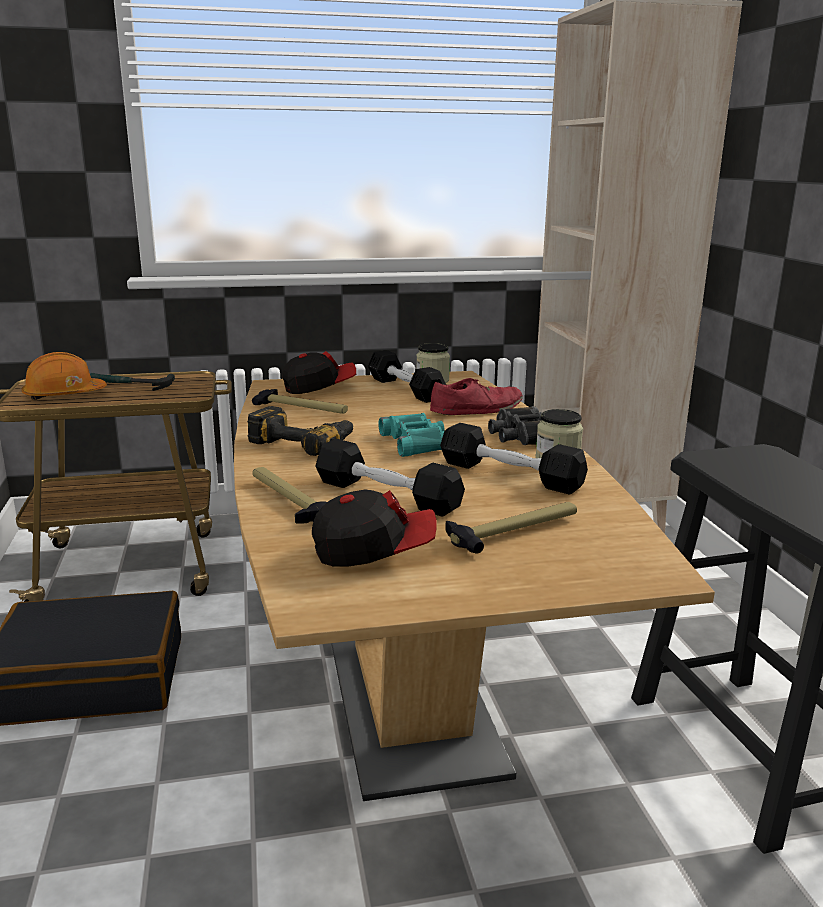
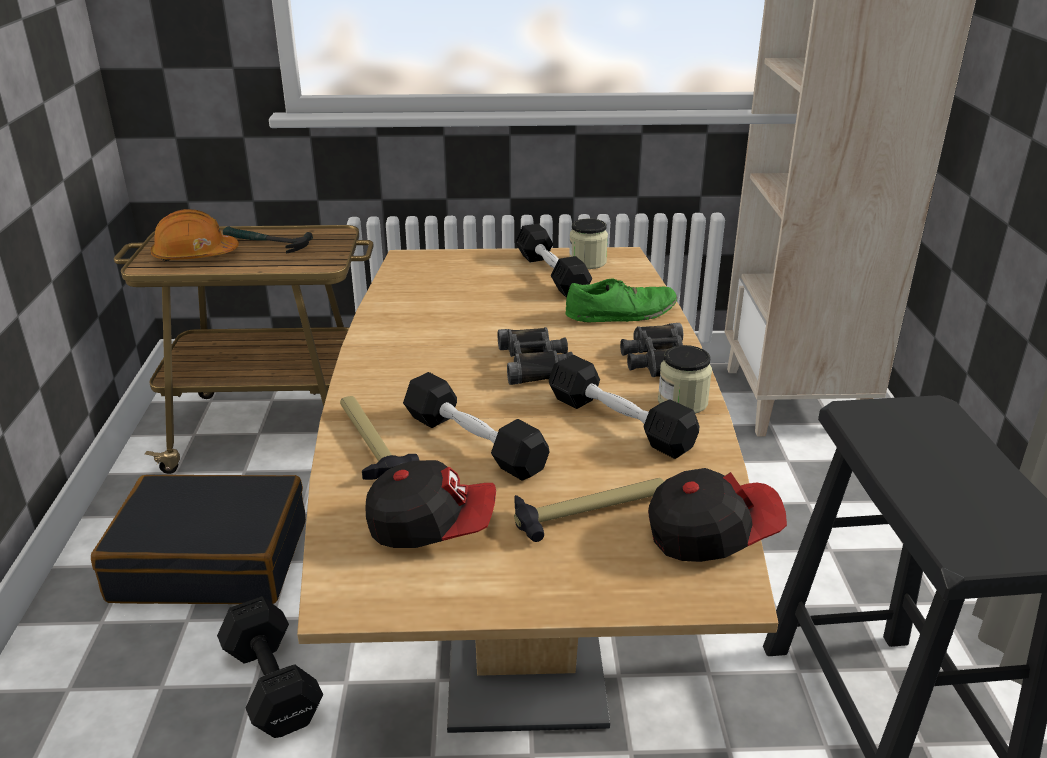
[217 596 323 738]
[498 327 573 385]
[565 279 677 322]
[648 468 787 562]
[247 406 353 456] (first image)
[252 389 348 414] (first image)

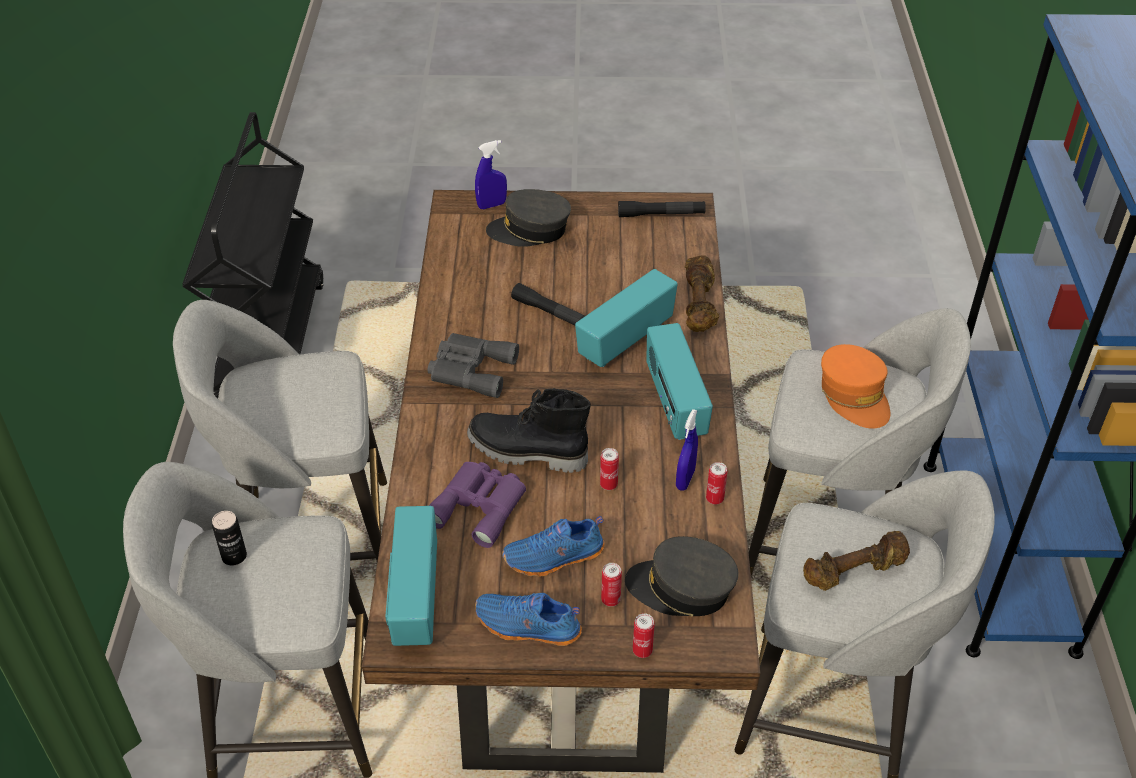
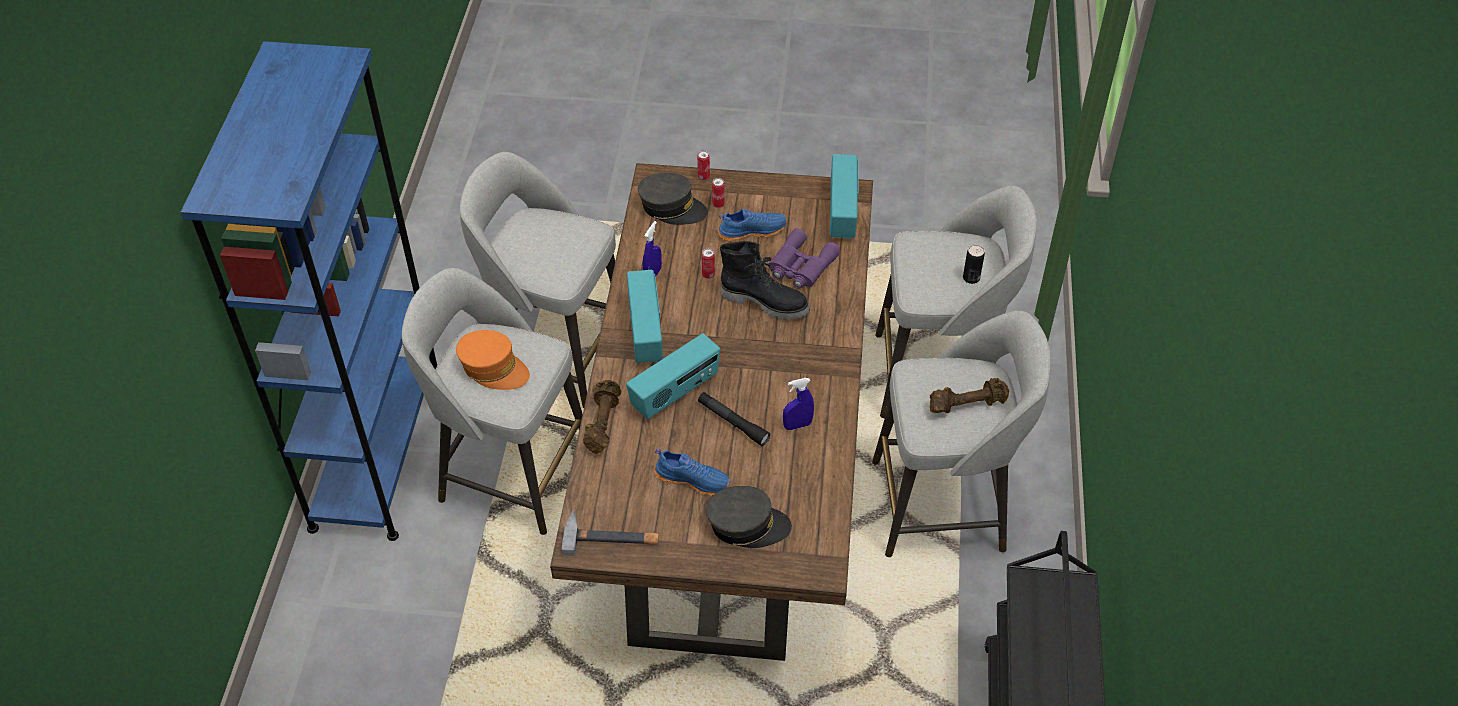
[456 330 530 390]
[561 510 659 556]
[654 449 730 495]
[783 378 814 430]
[930 378 1009 413]
[428 333 519 398] (first image)
[706 462 727 505] (first image)

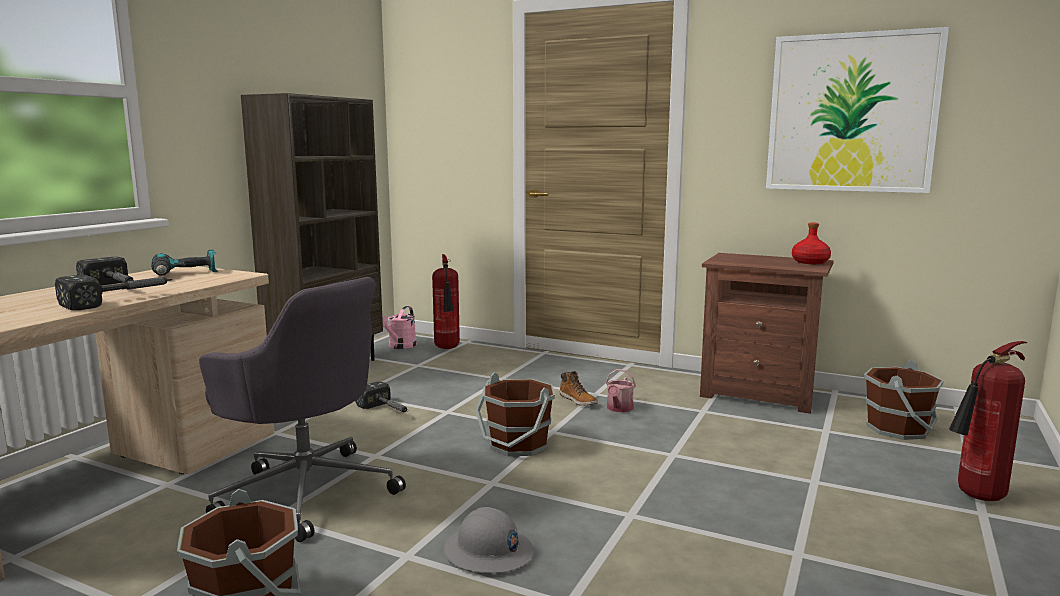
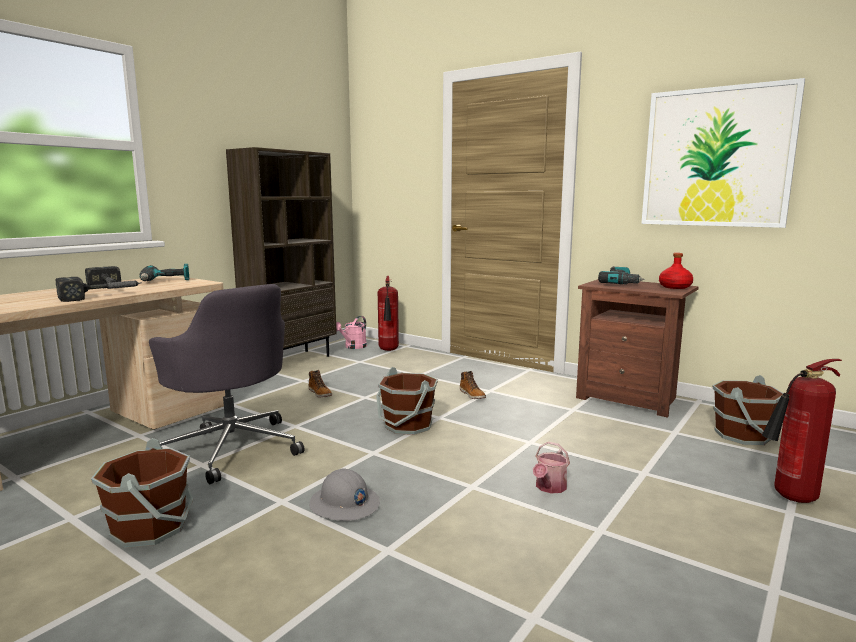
[308 370 332 398]
[533 442 570 493]
[598 266 645 284]

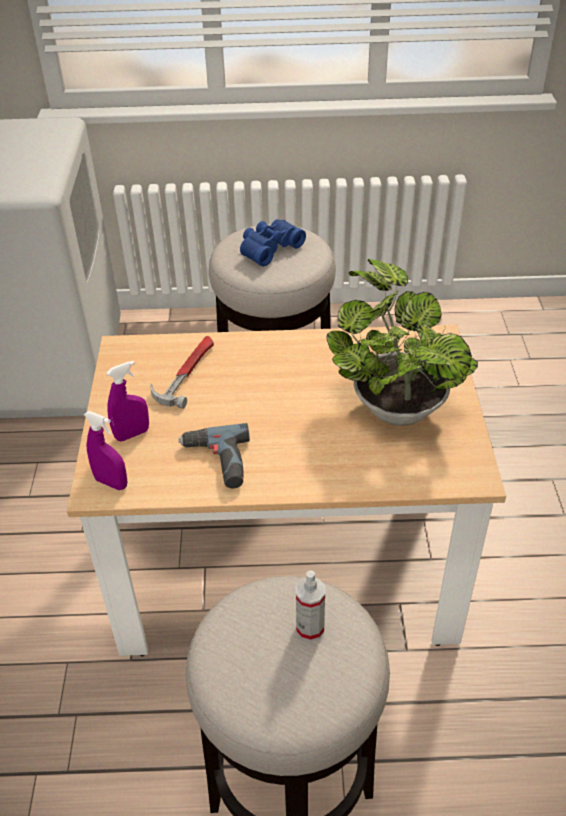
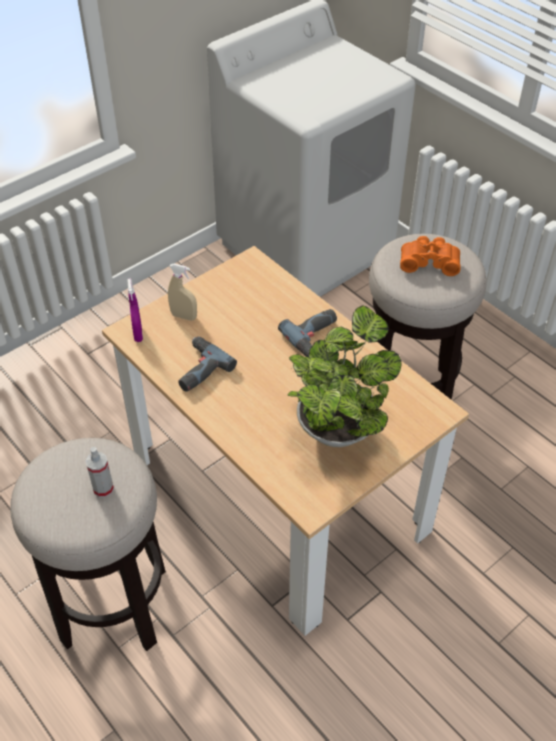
[168 263 197 321]
[278 309 337 357]
[400 236 460 276]
[150 336 214 409] (first image)

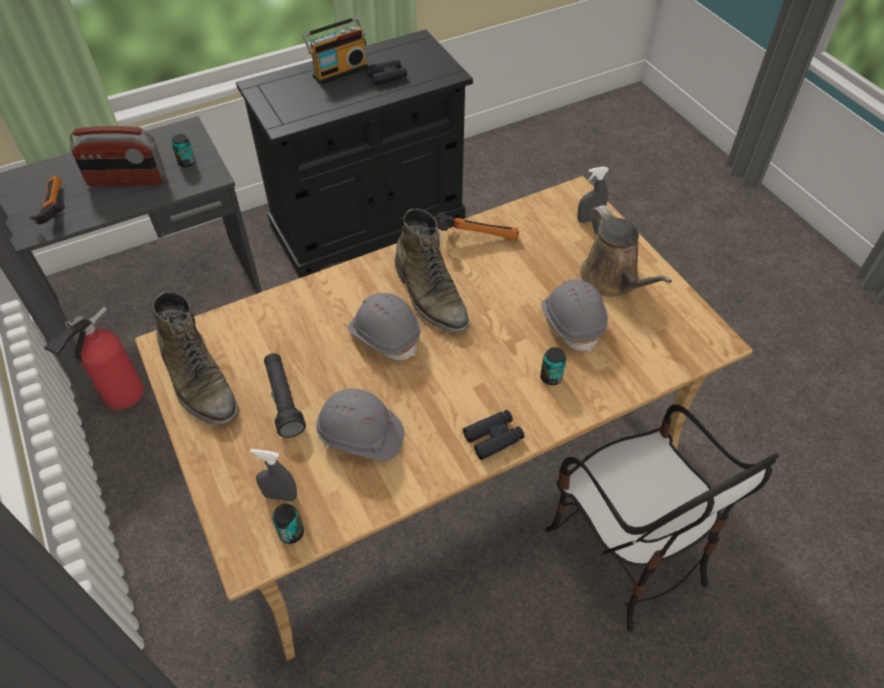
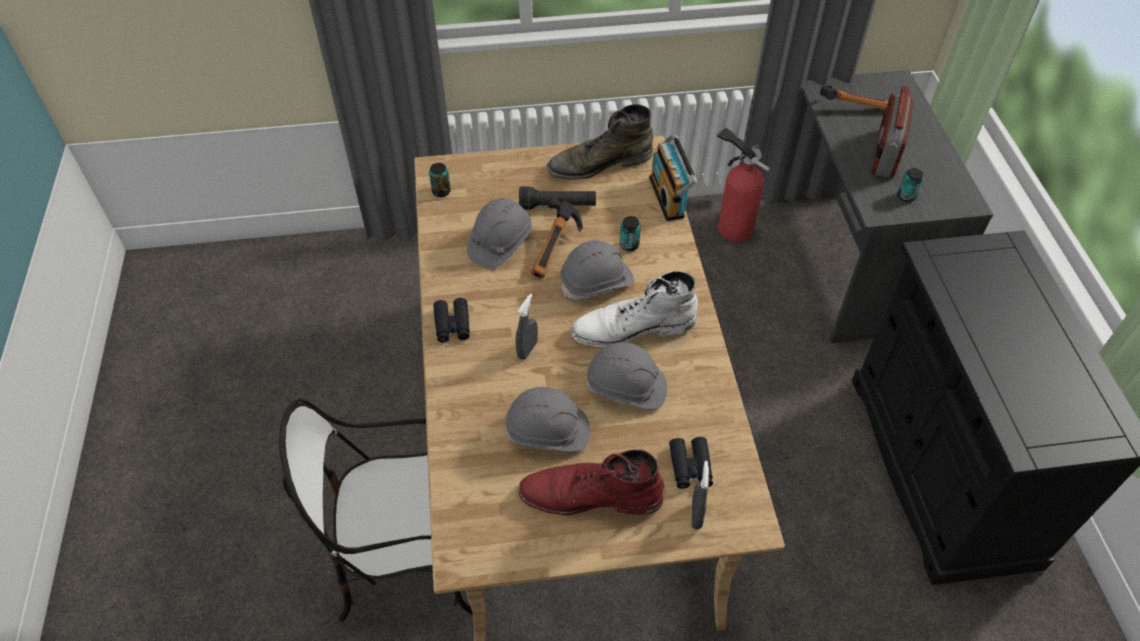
[515 294 538 360]
[518 450 664 515]
[531 197 583 278]
[571 270 698 347]
[586 342 668 410]
[620 216 641 251]
[649 133 697 221]
[669 437 713 489]

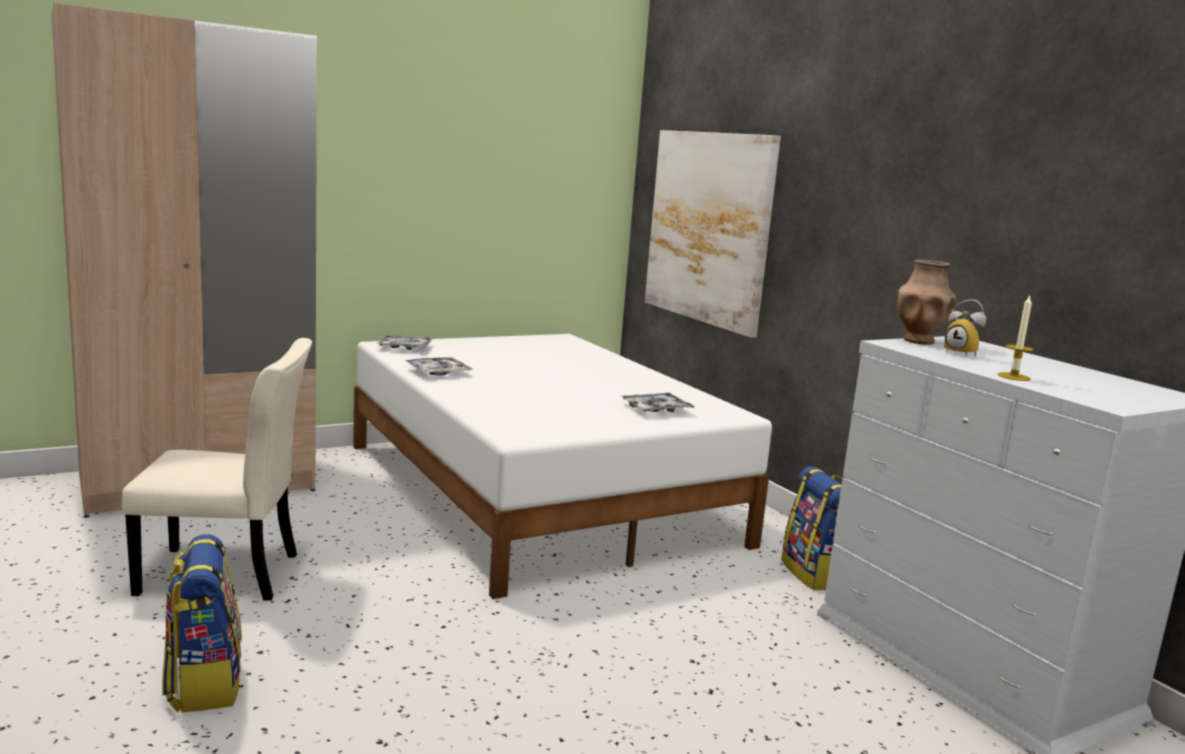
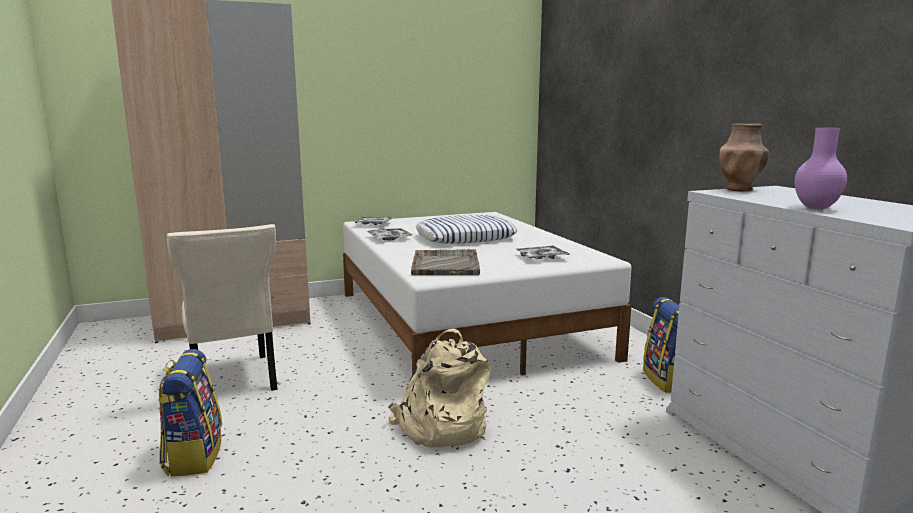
[167 224 278 391]
[388 328 490 448]
[411 249 480 275]
[416 215 517 244]
[795 128 847 210]
[645 130 781 338] (first image)
[944 299 986 356] (first image)

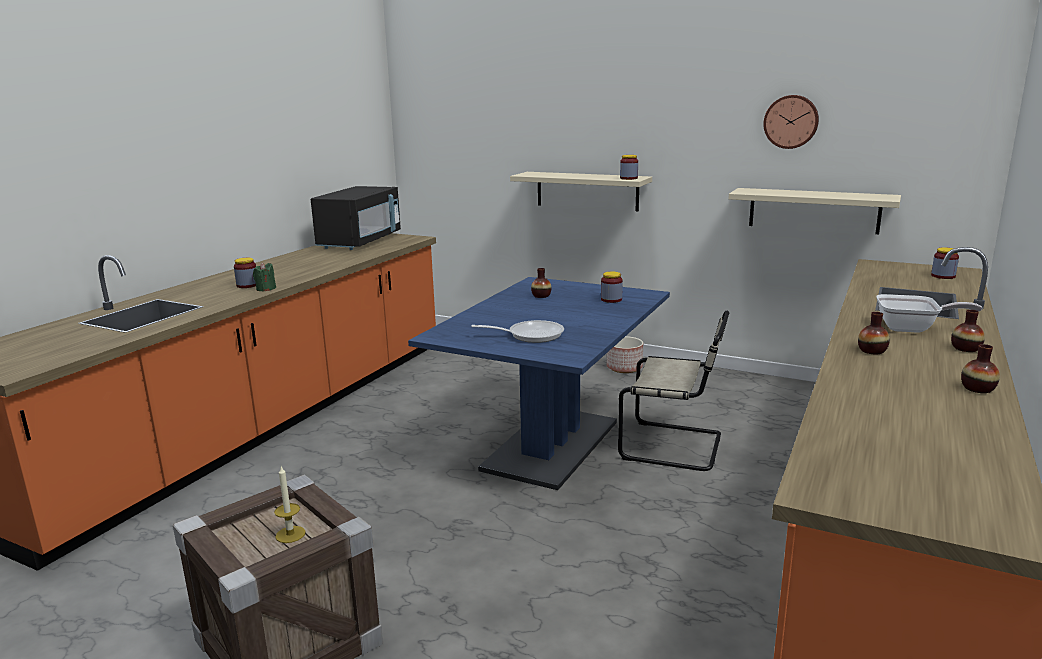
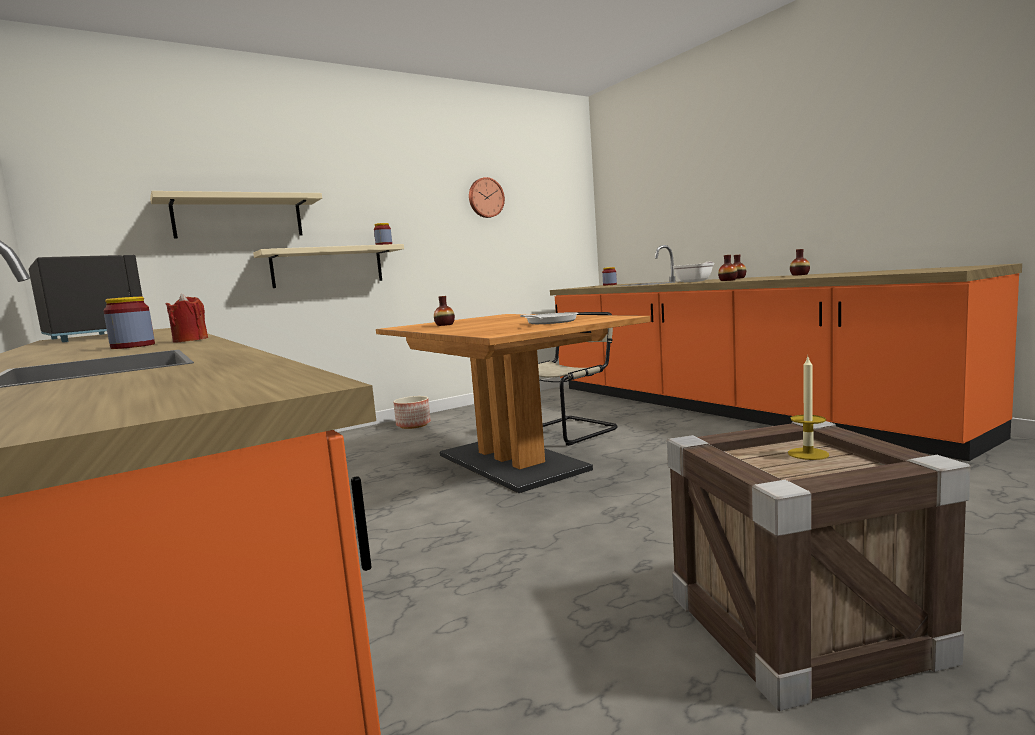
[150 191 322 239]
[166 294 208 343]
[376 314 650 493]
[601 272 623 303] (first image)

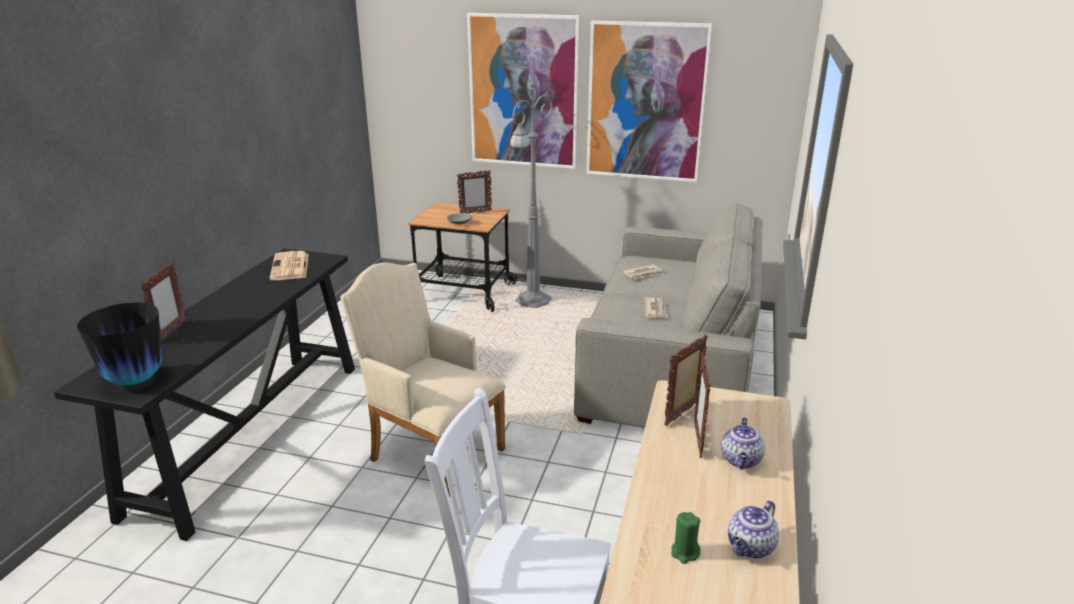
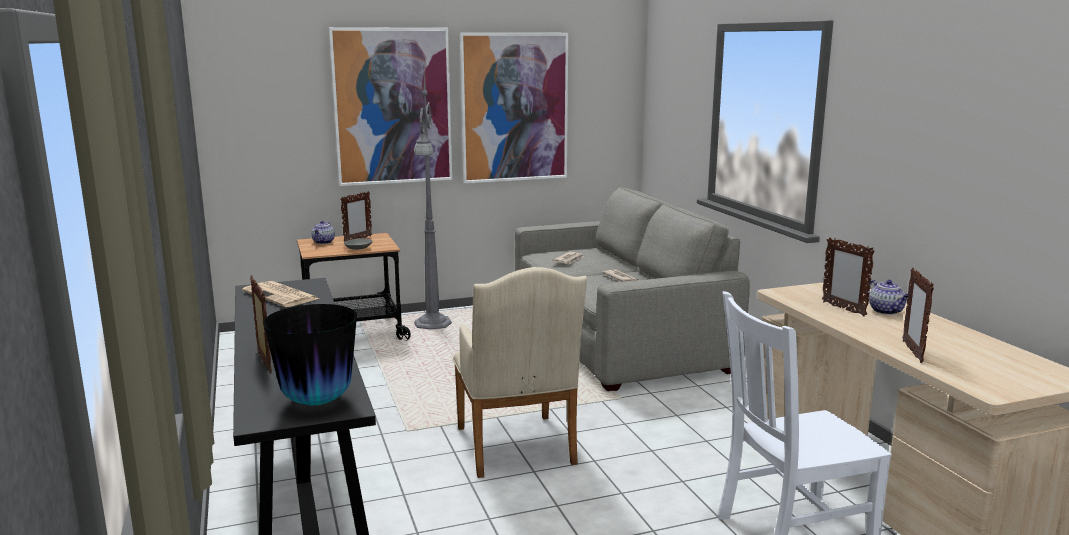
[311 221 335 244]
[453 267 587 478]
[902 268 934 363]
[671 512 700 564] (first image)

